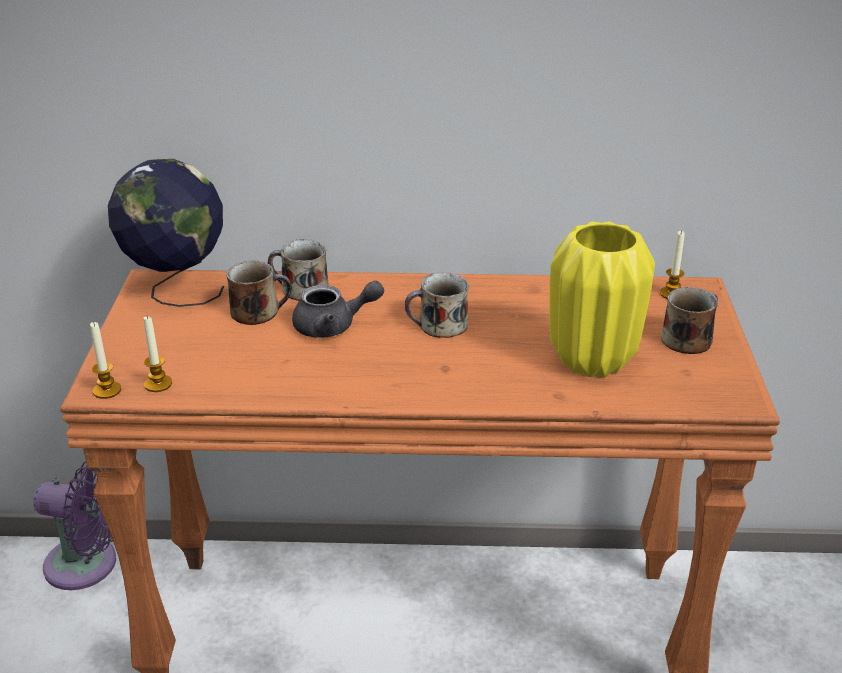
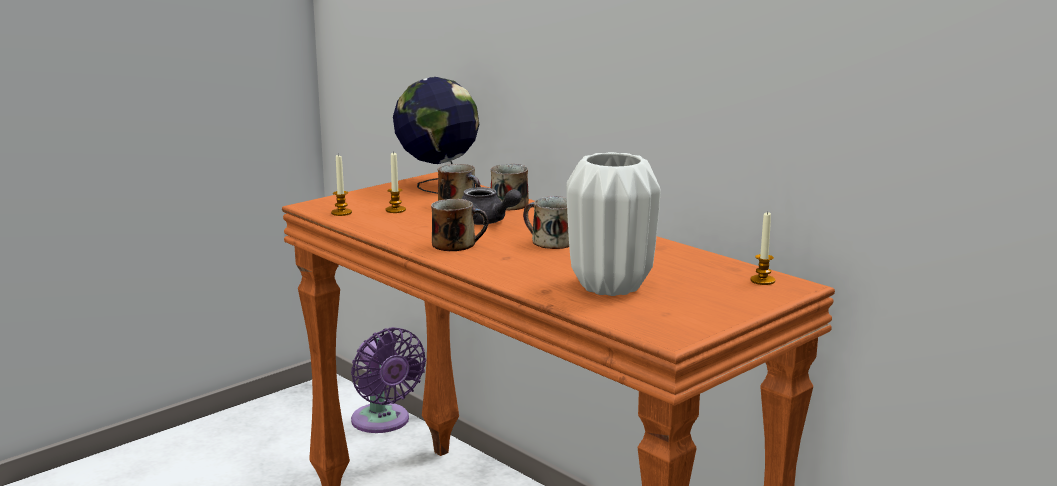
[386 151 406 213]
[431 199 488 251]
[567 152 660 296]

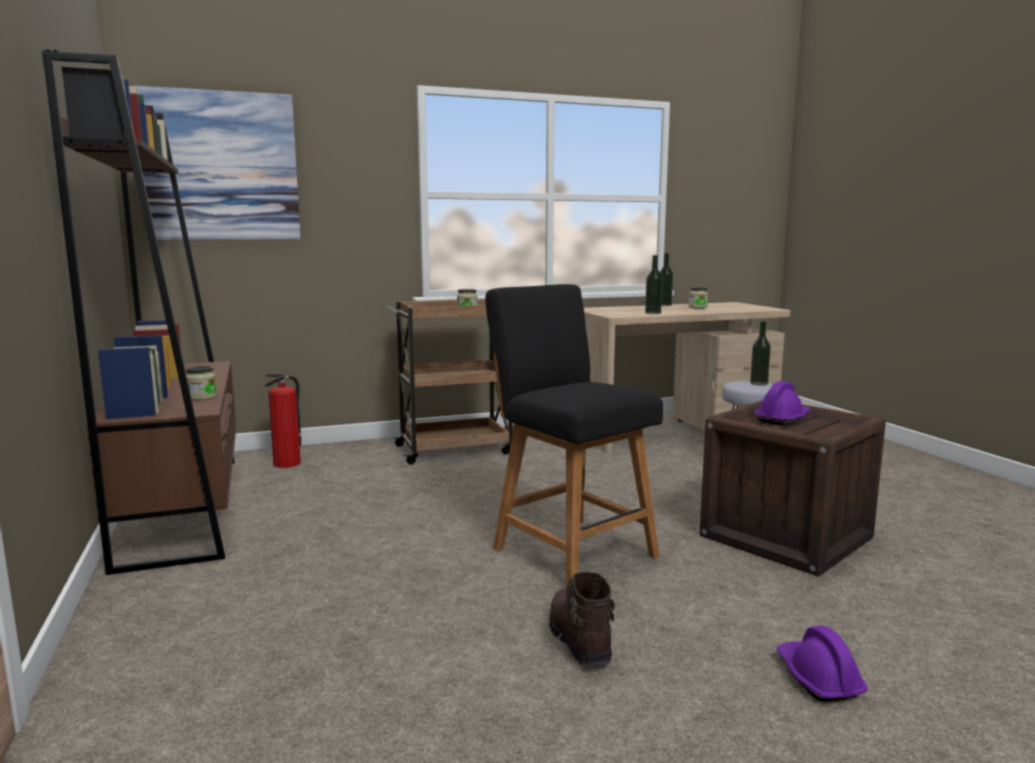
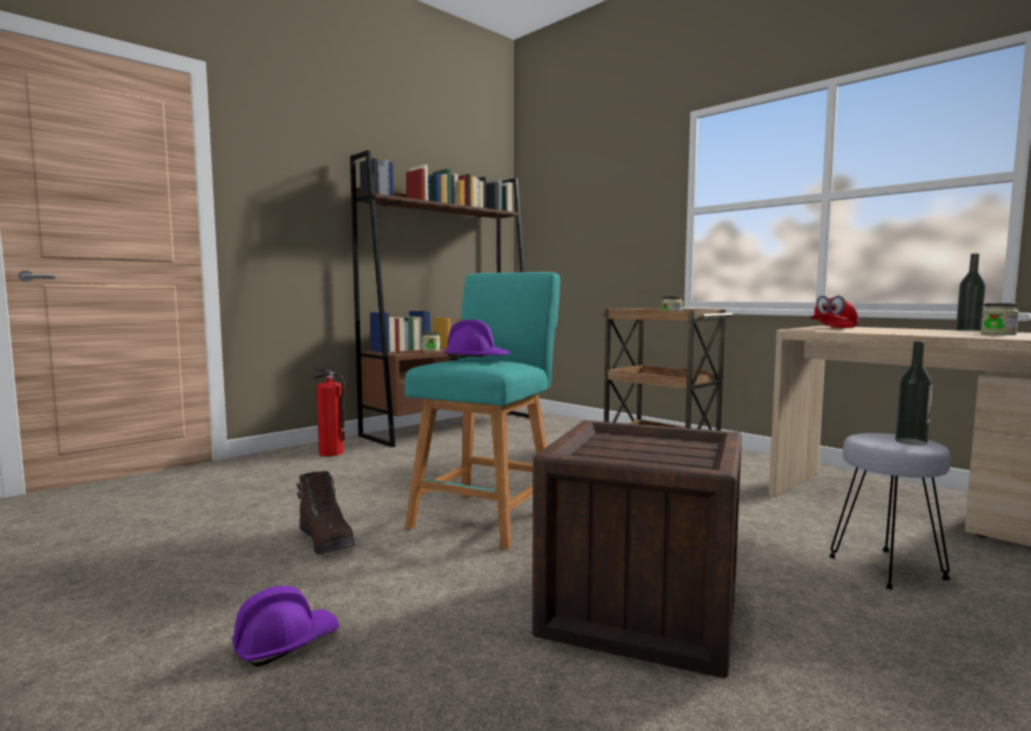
[297 471 355 555]
[314 368 345 456]
[405 272 560 550]
[444 319 512 360]
[810 296 859 328]
[134 85 301 240] (first image)
[645 255 662 314] (first image)

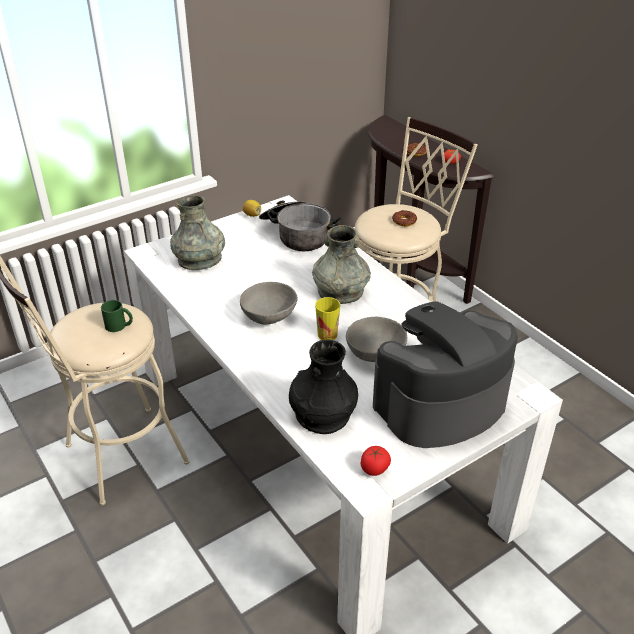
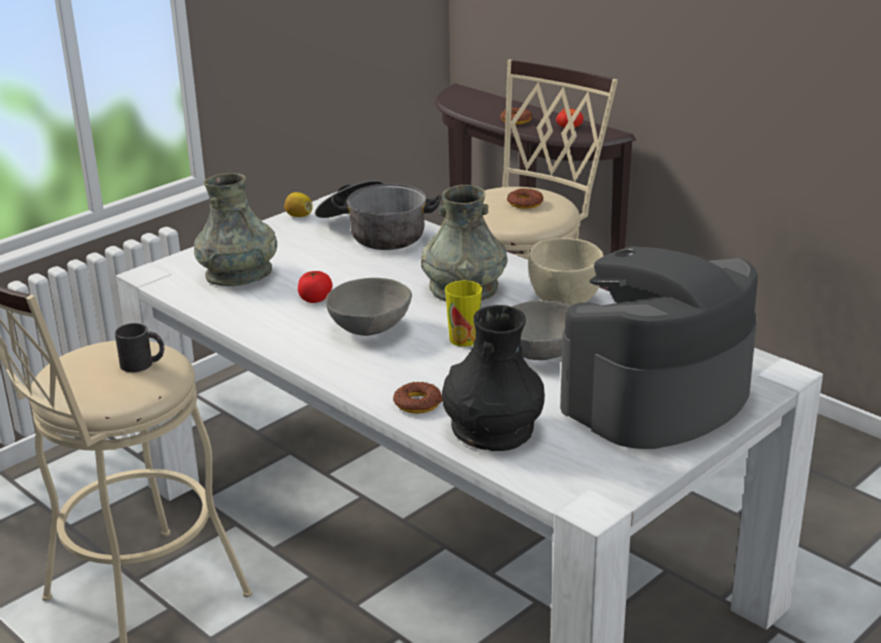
[115 323 164 372]
[298 271 332 303]
[393 382 442 414]
[528 238 604 305]

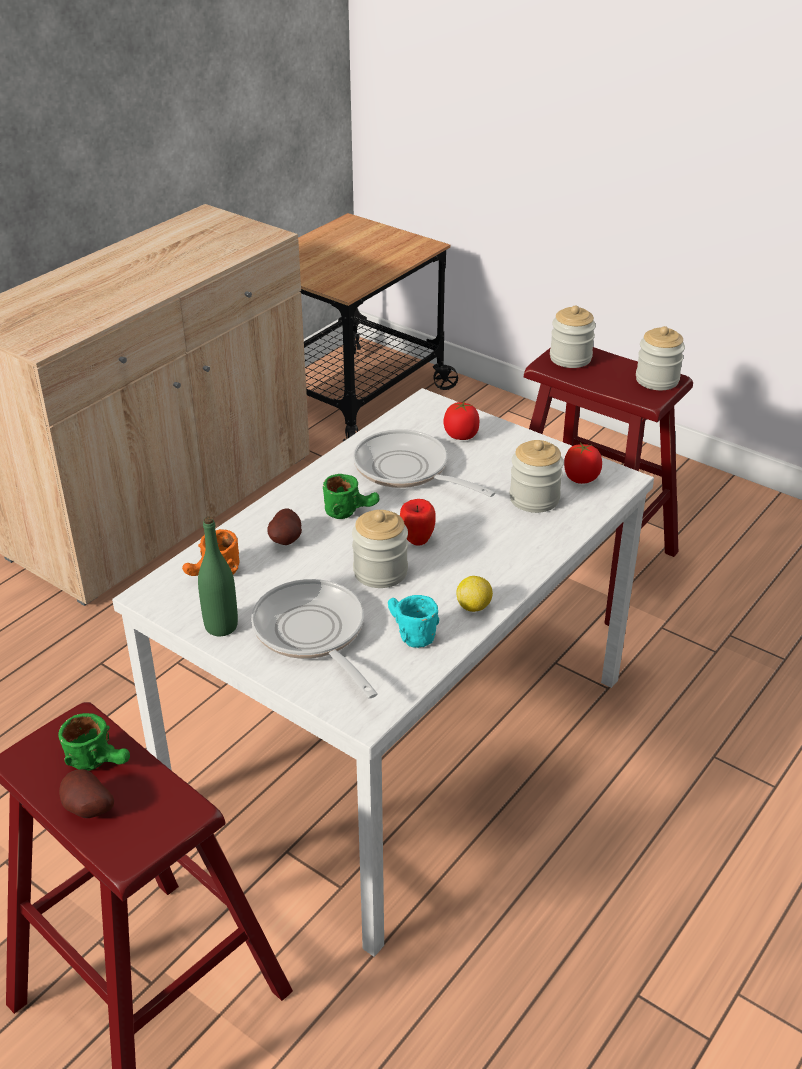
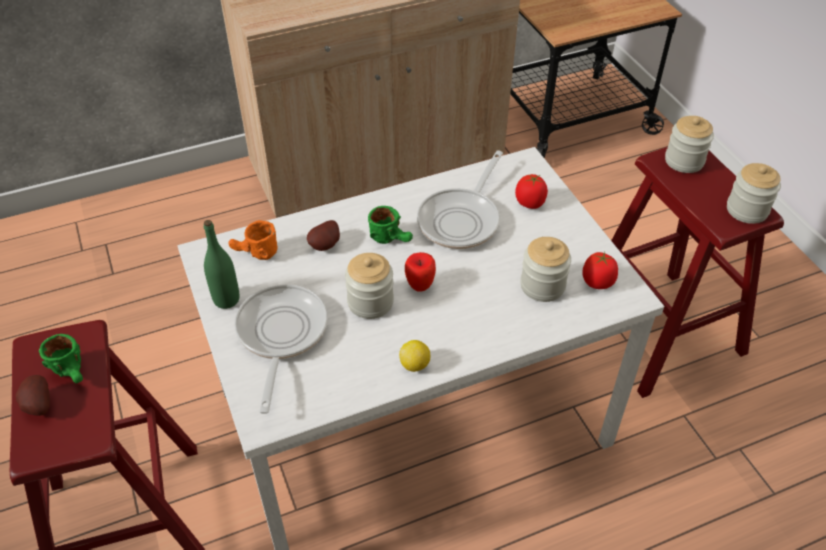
[417 150 503 249]
[388 595 439 648] (first image)

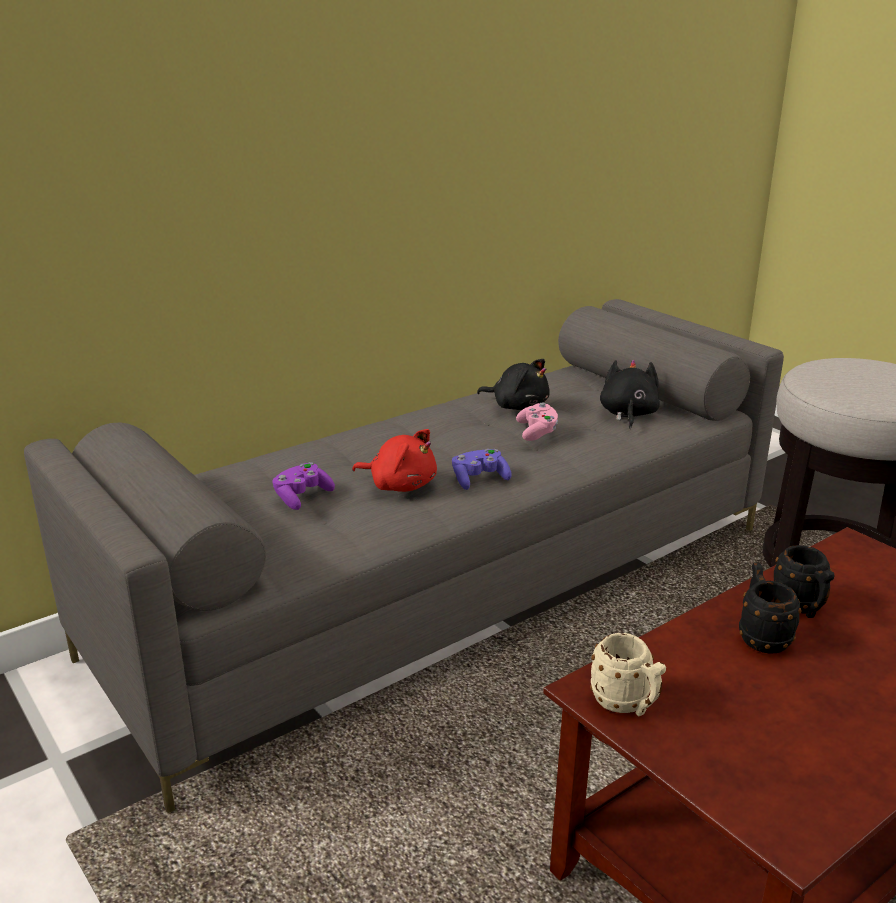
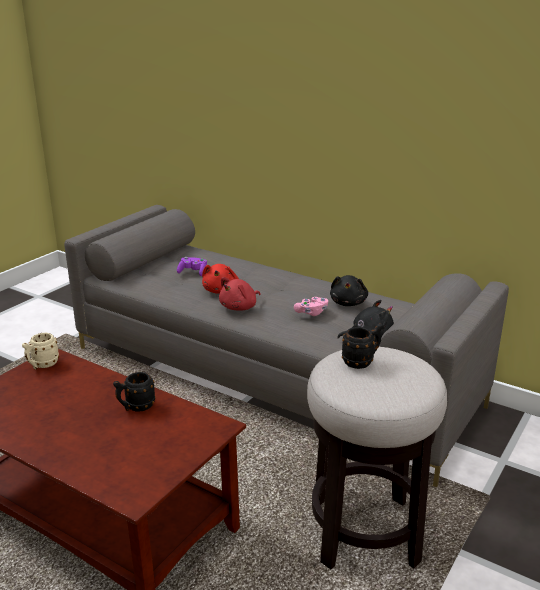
[219 277 260 311]
[342 323 383 369]

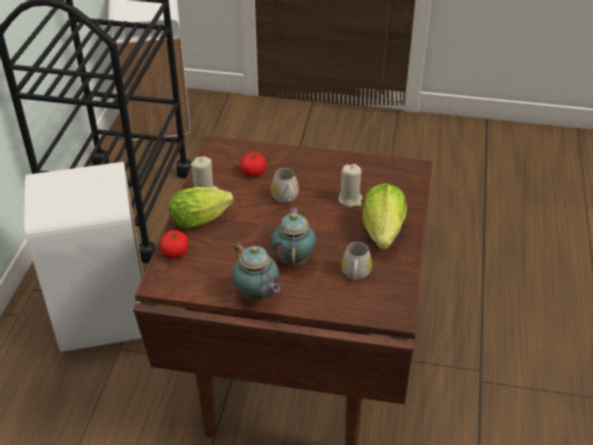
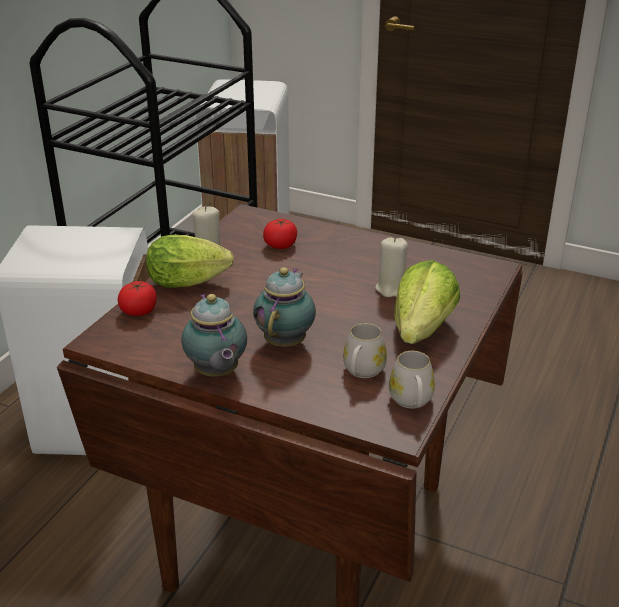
[389 351 435 408]

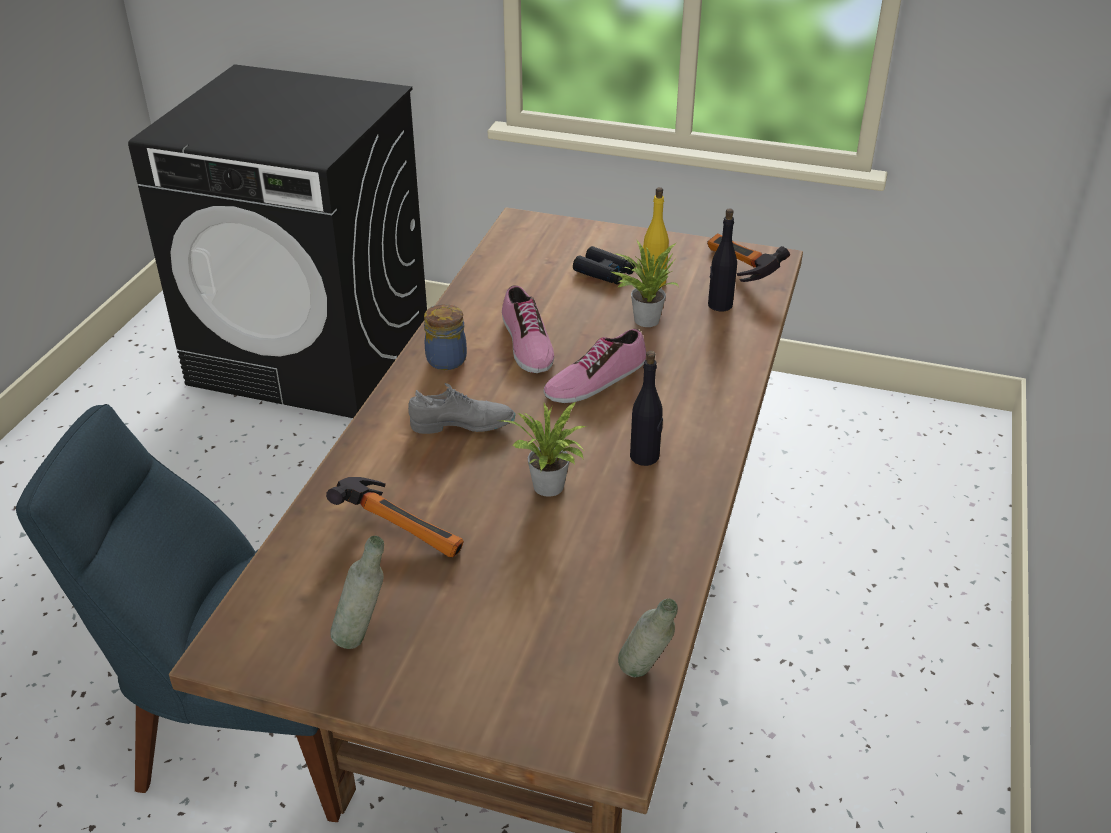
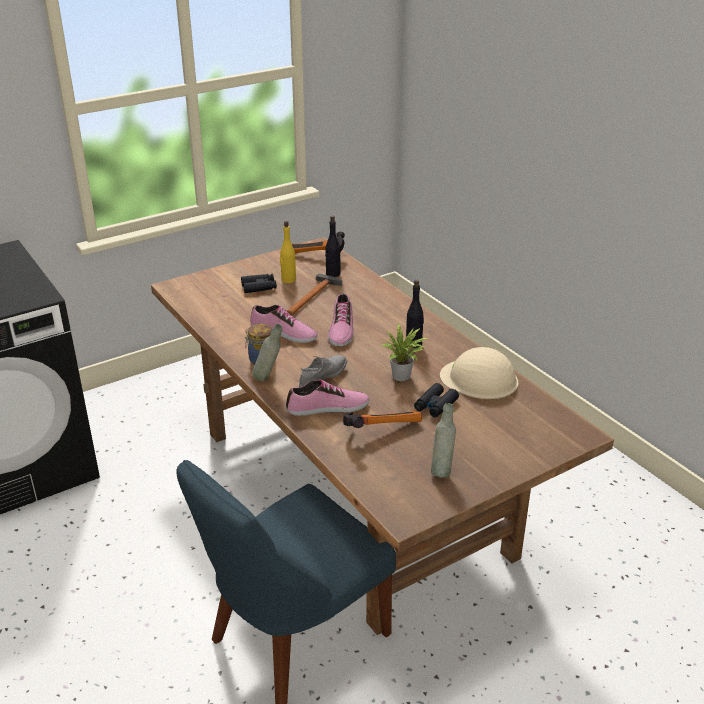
[252 324 282 381]
[286 380 369 416]
[287 273 342 315]
[414 383 459 417]
[440 347 518 399]

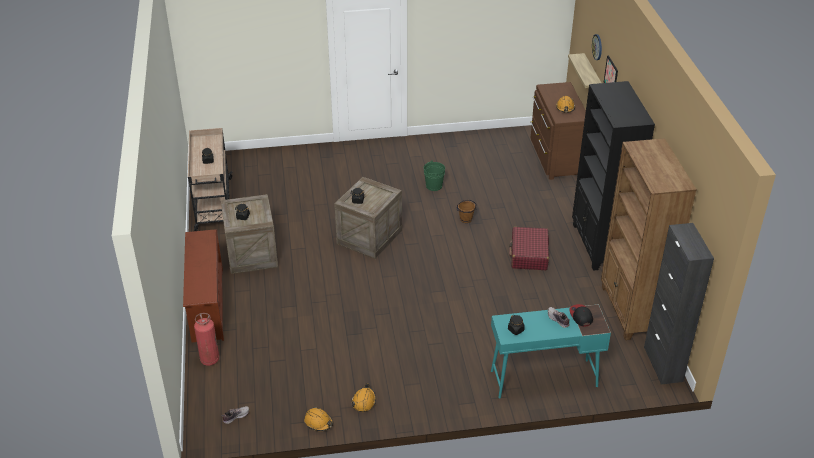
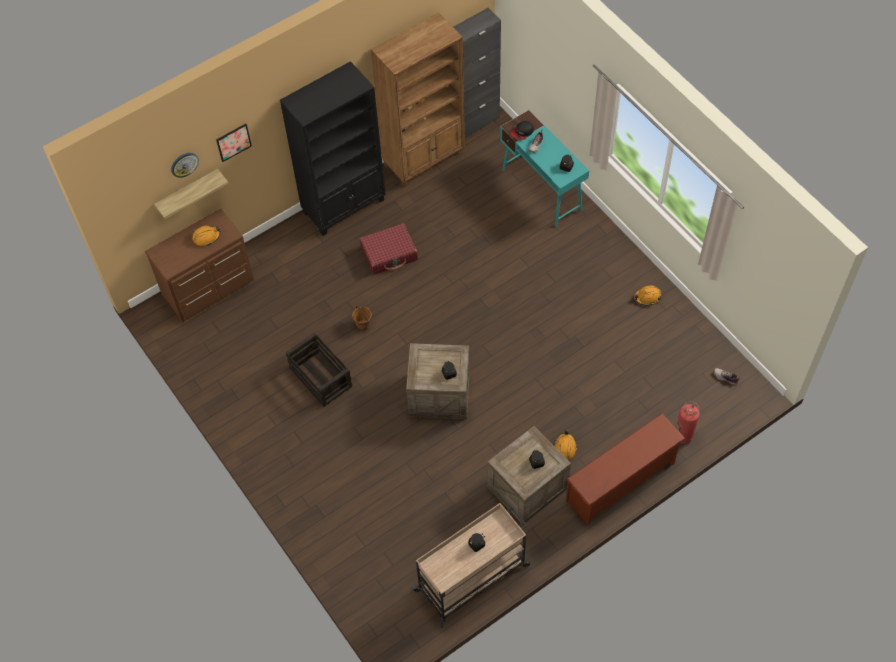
[286 333 352 407]
[554 430 577 460]

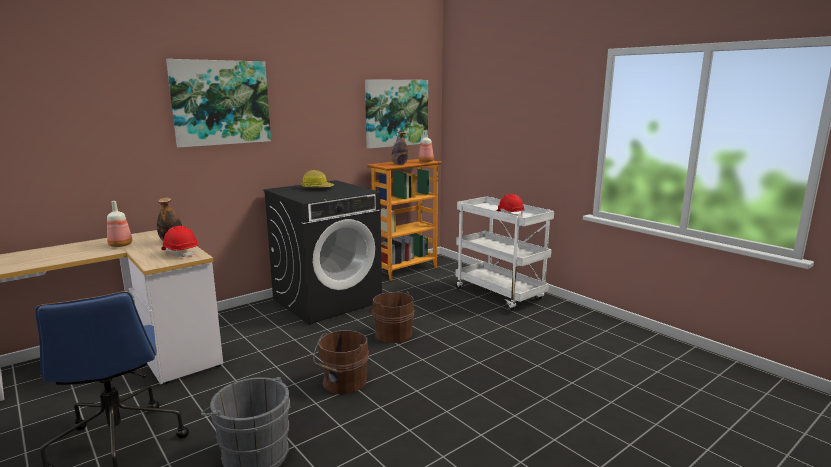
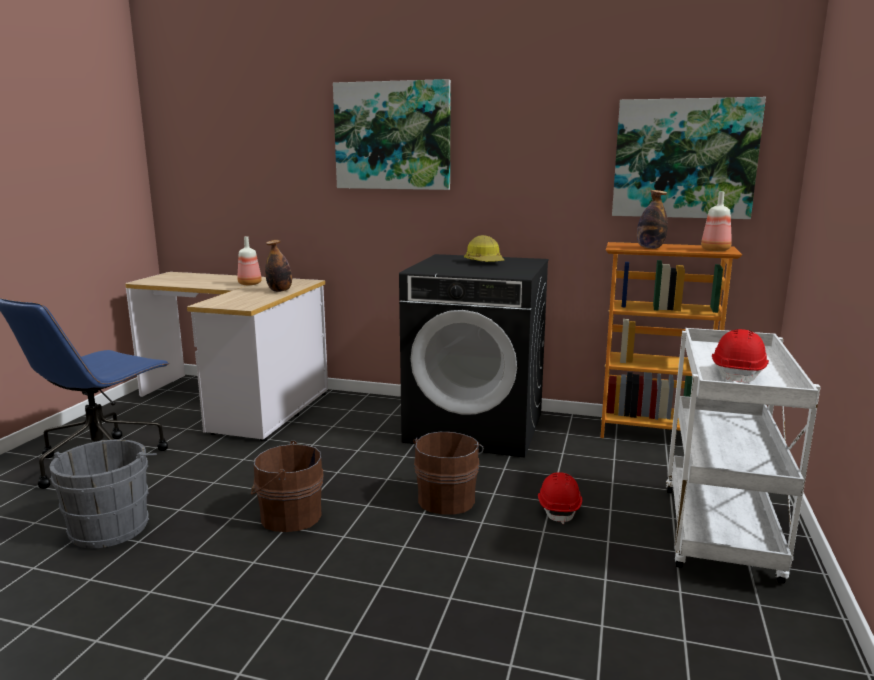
[538 472 583 524]

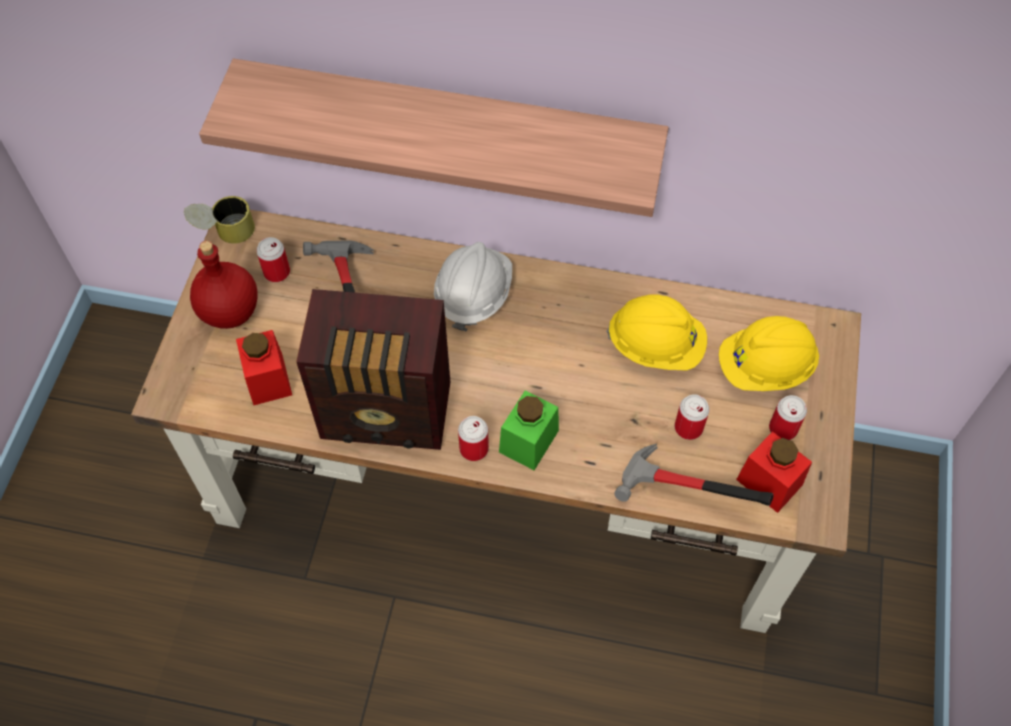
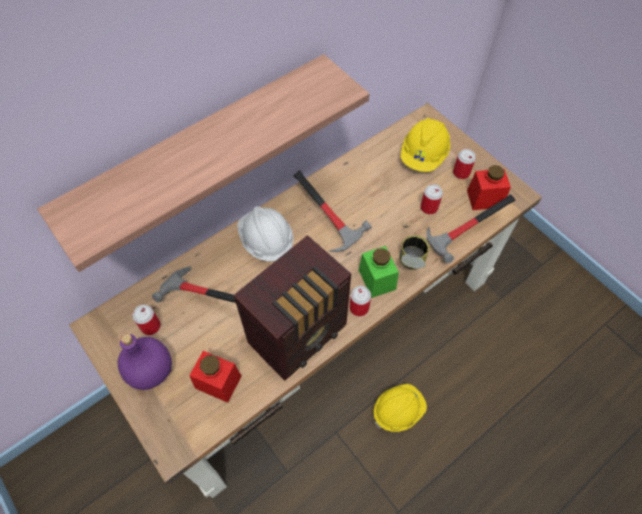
[118 334 172 390]
[293 170 372 252]
[374 384 427 432]
[399 235 429 269]

